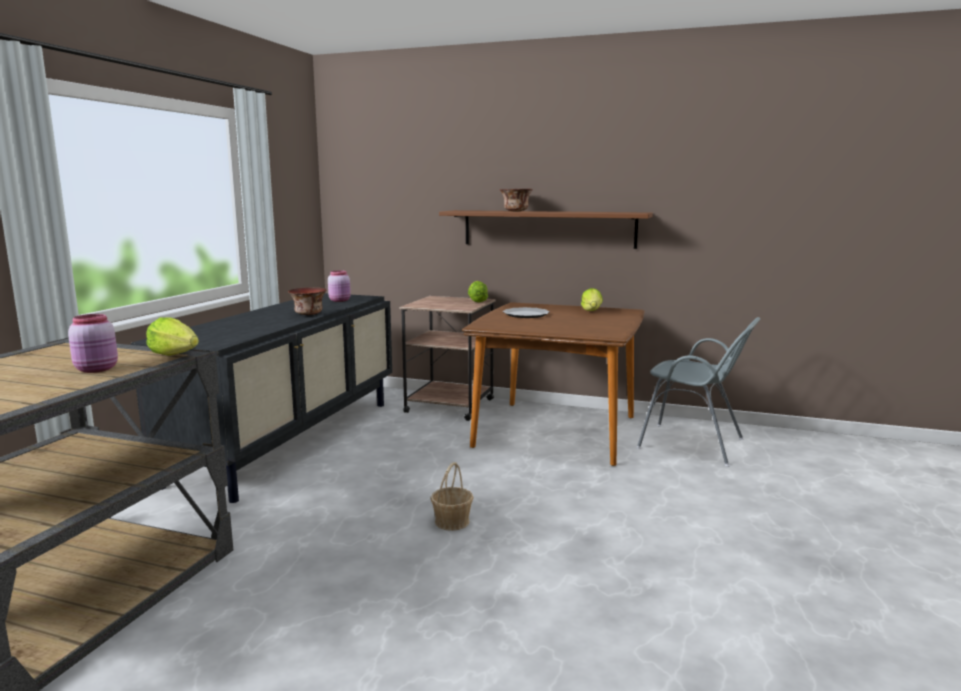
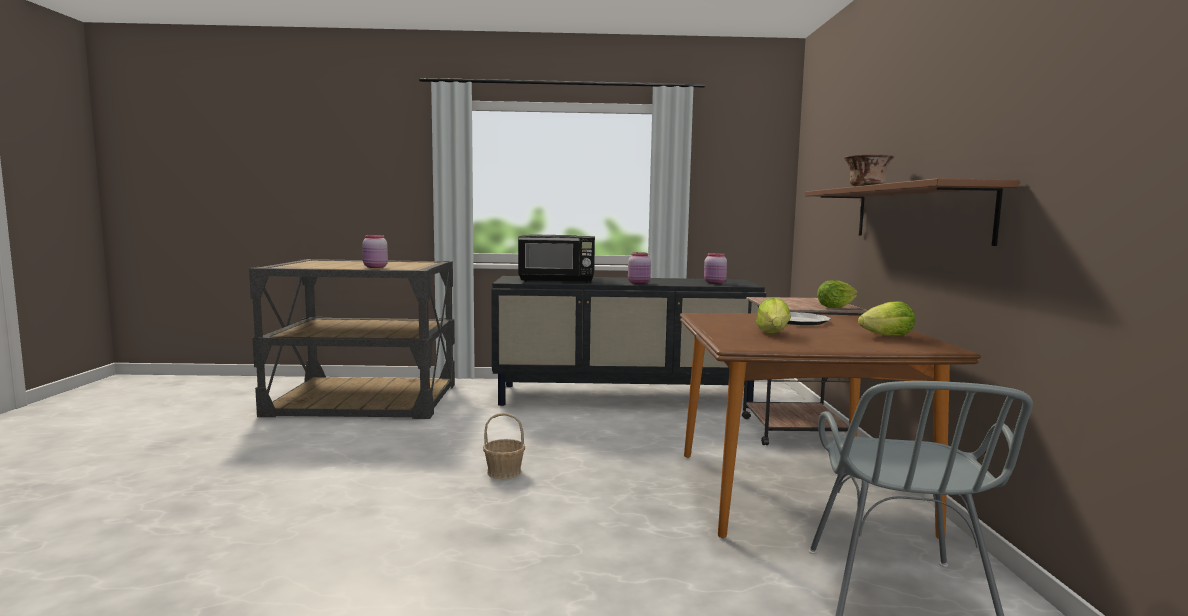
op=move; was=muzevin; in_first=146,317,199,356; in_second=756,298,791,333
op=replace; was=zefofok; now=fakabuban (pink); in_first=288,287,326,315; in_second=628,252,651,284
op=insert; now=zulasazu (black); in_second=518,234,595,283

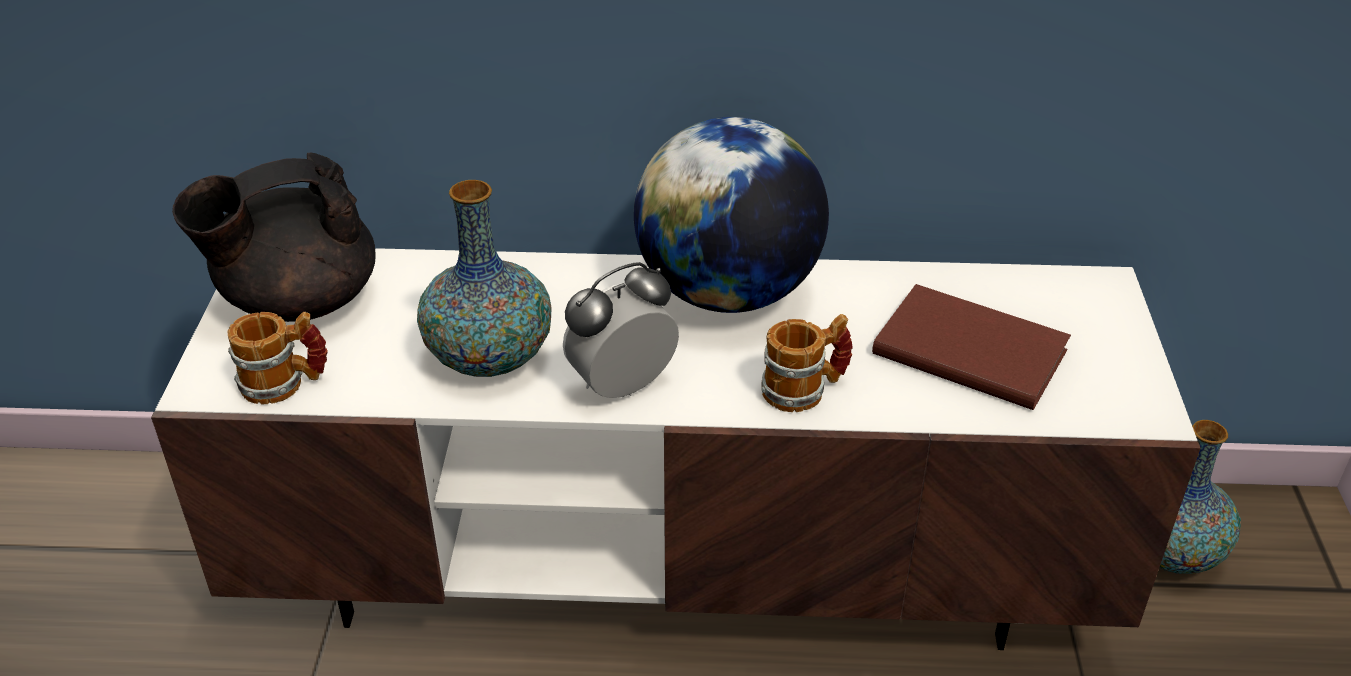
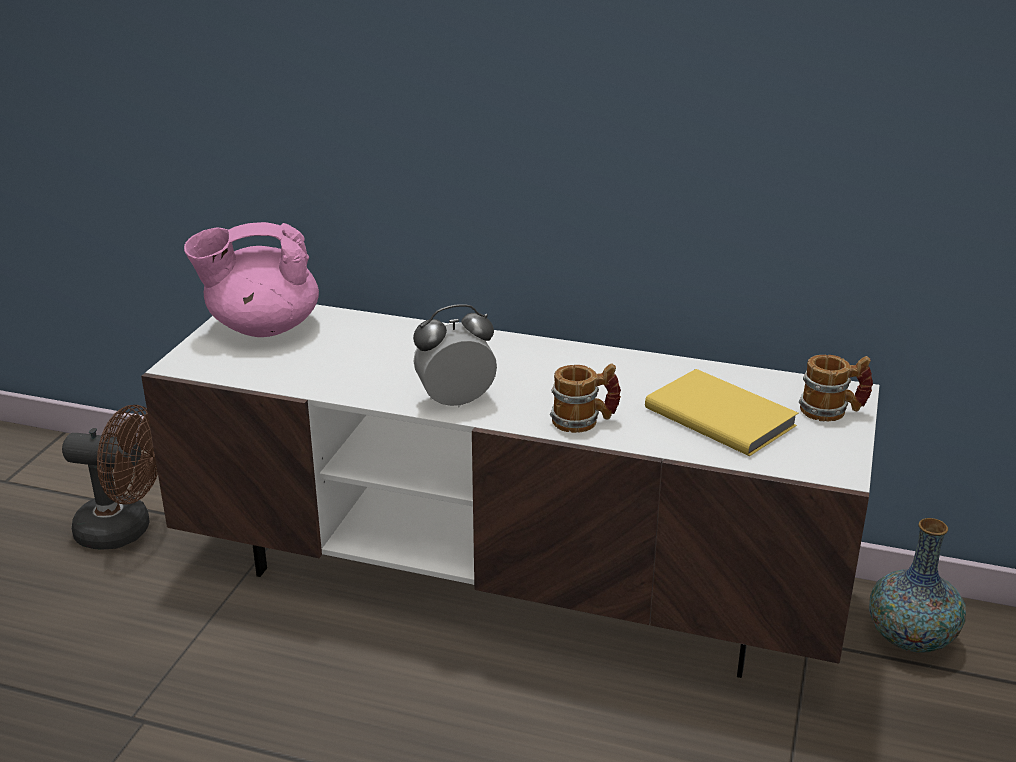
op=recolor; was=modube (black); now=modube (pink); in_first=172,152,376,322; in_second=184,222,319,337
op=move; was=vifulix; in_first=228,312,328,404; in_second=799,355,873,422
op=delete; was=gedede; in_first=417,180,552,377
op=delete; was=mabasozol; in_first=634,117,829,313
op=recolor; was=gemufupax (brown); now=gemufupax (yellow); in_first=872,284,1071,410; in_second=645,369,798,456
op=insert; now=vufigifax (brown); in_second=62,405,158,550

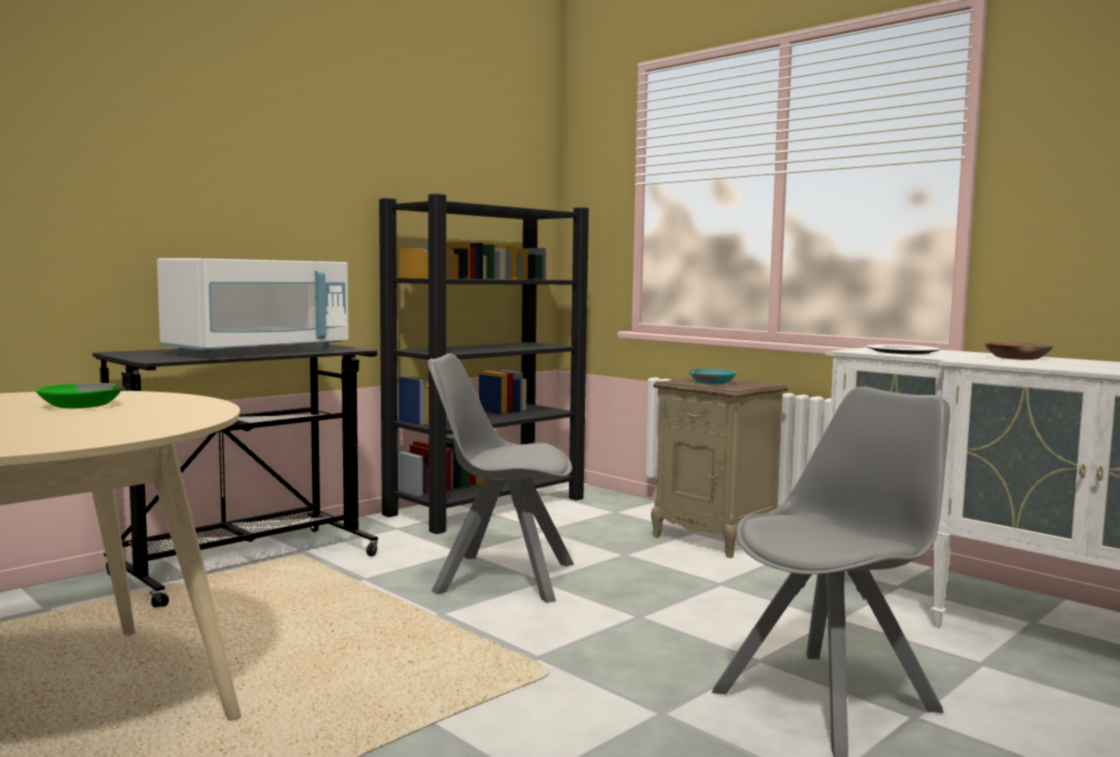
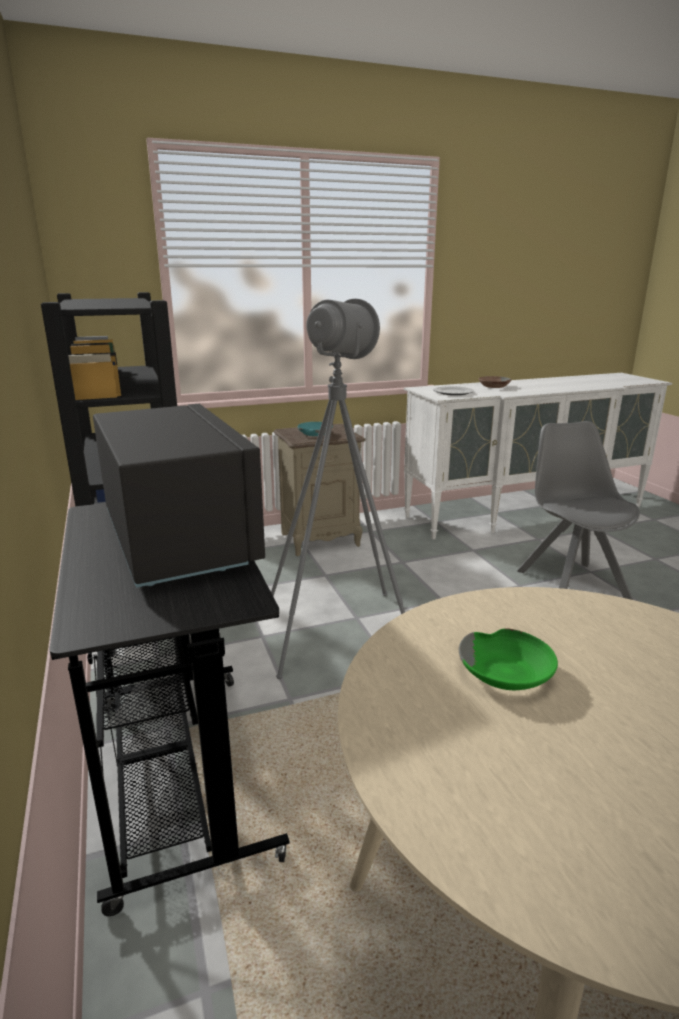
op=recolor; was=zulasazu (white); now=zulasazu (black); in_first=157,258,348,357; in_second=93,404,265,588
op=replace; was=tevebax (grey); now=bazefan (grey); in_first=427,354,574,603; in_second=271,299,405,679

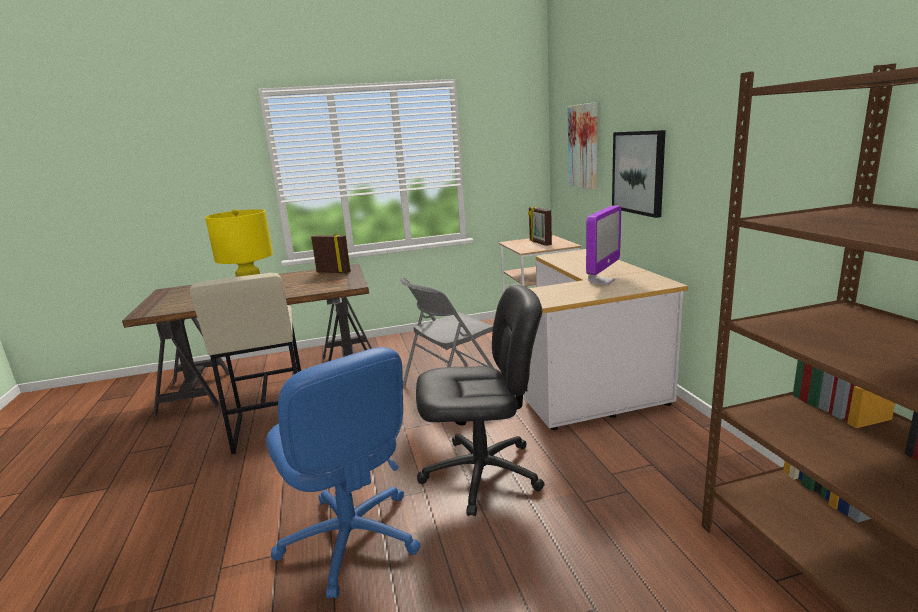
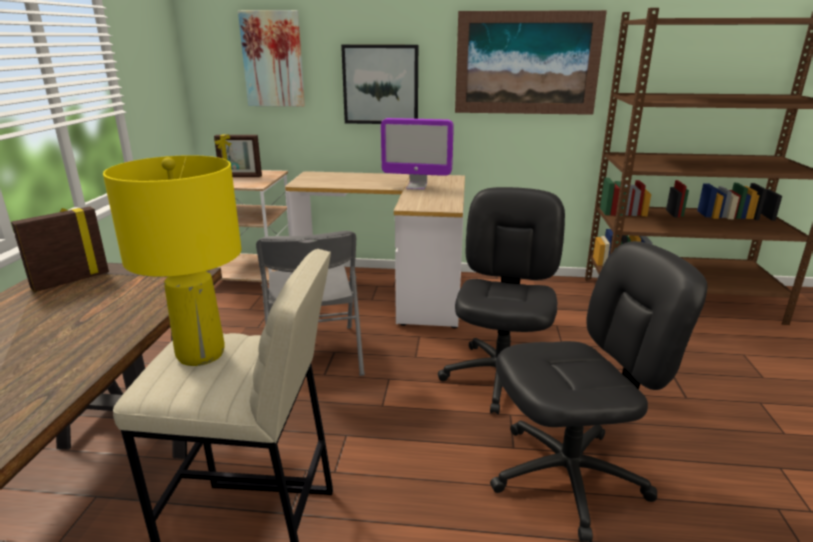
op=recolor; was=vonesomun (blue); now=vonesomun (black); in_first=266,347,421,599; in_second=490,241,707,542
op=rotate; was=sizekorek; in_first=586,206,621,285; in_second=381,118,454,190; clockwise=135
op=insert; now=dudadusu; in_second=455,10,607,115

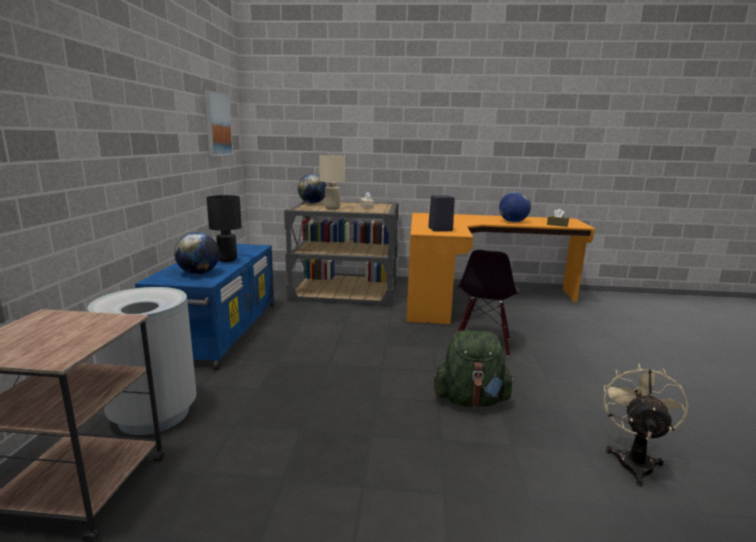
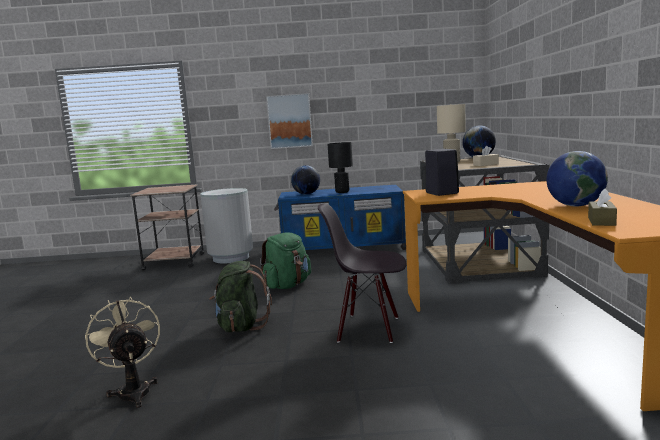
op=move; was=dudadusu; in_first=204,90,233,156; in_second=266,93,313,149
op=rotate; was=vufigifax (beige); in_first=604,363,688,486; in_second=85,297,160,408; clockwise=-135
op=insert; now=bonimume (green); in_second=260,232,311,289

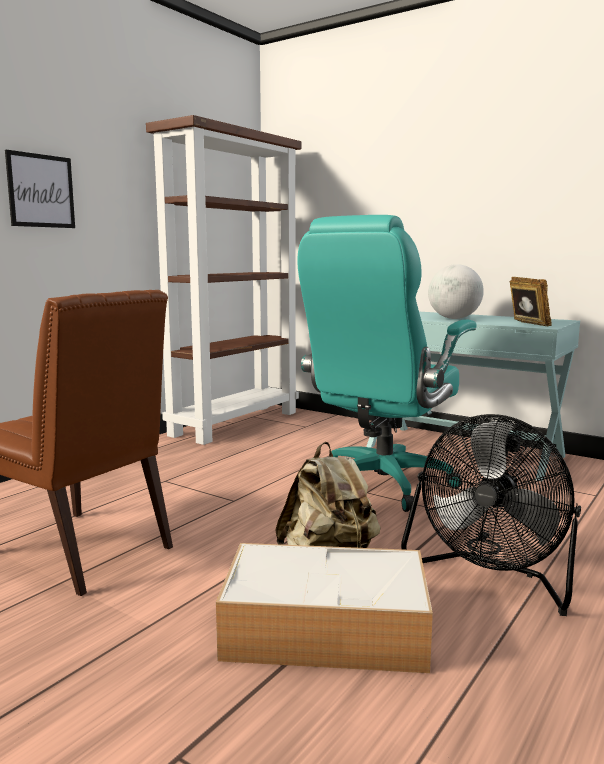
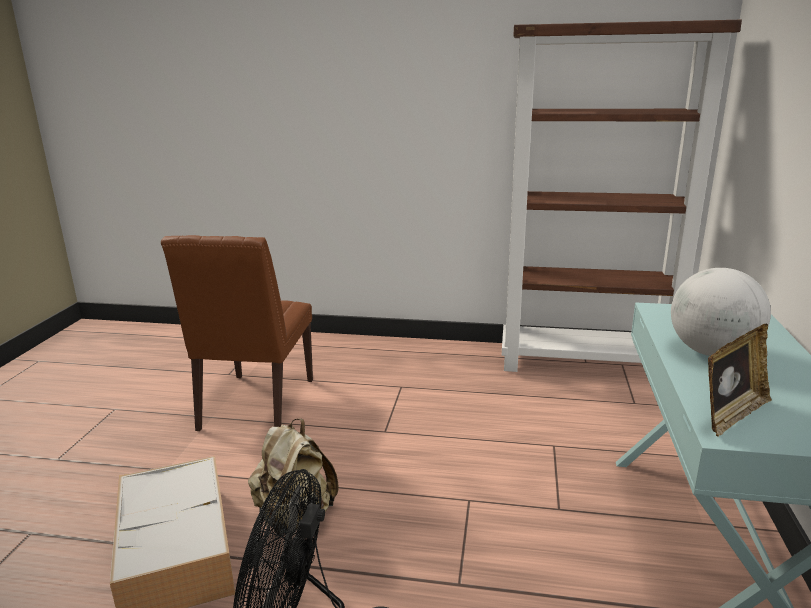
op=delete; was=dudadusu; in_first=5,150,75,228
op=delete; was=vonesomun (turquoise); in_first=298,215,477,512

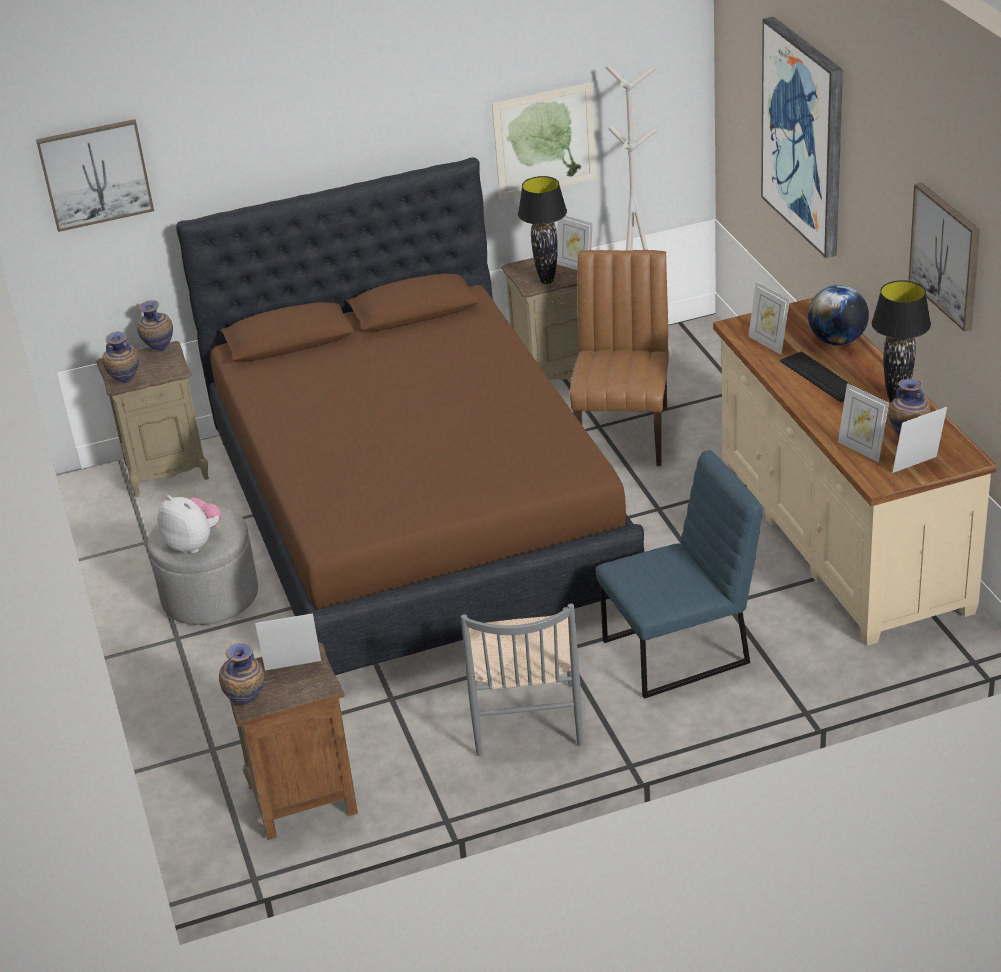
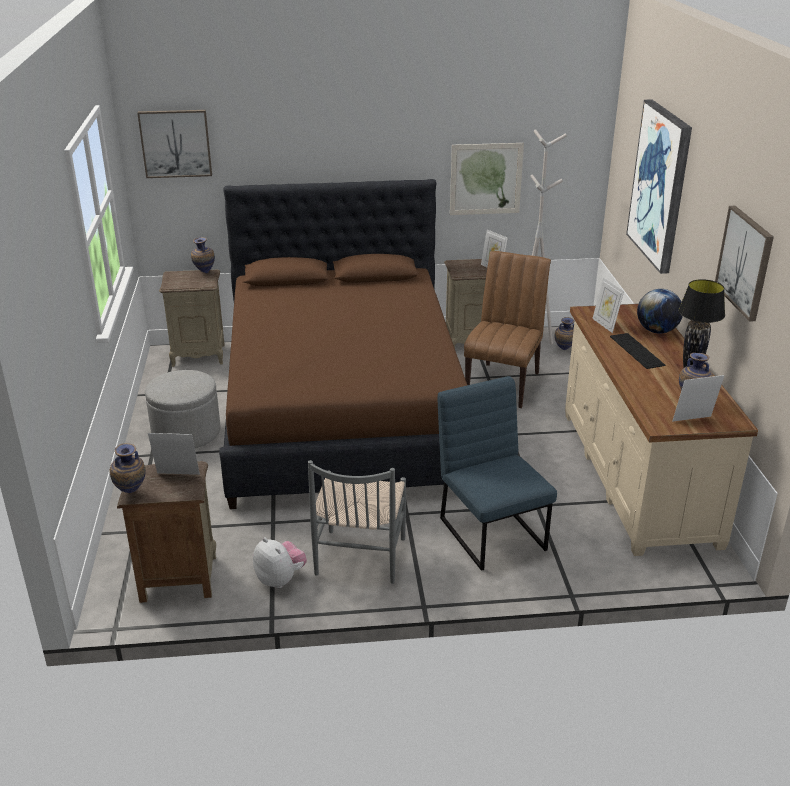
op=move; was=gedede; in_first=102,331,139,383; in_second=555,317,574,350
op=move; was=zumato; in_first=157,495,222,553; in_second=253,537,307,589
op=delete; was=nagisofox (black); in_first=518,176,567,284
op=rotate; was=tevebax (blue); in_first=596,450,762,699; in_second=438,376,557,571; clockwise=-105
op=delete; was=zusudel; in_first=838,383,889,462

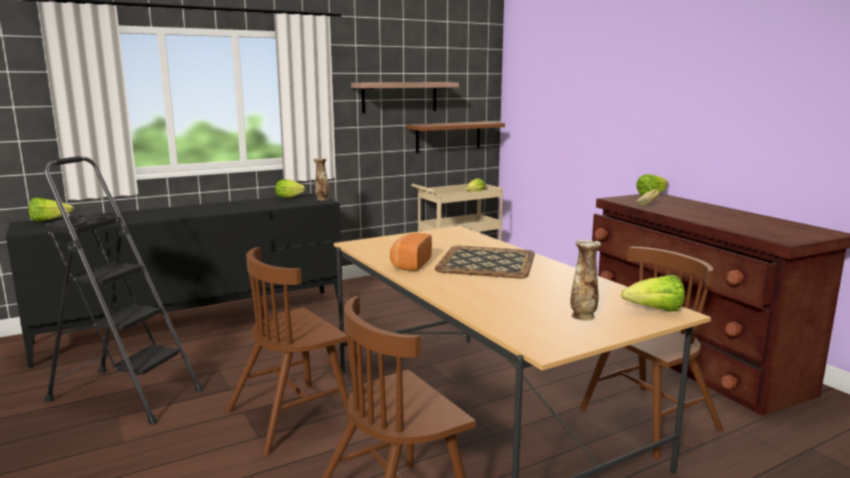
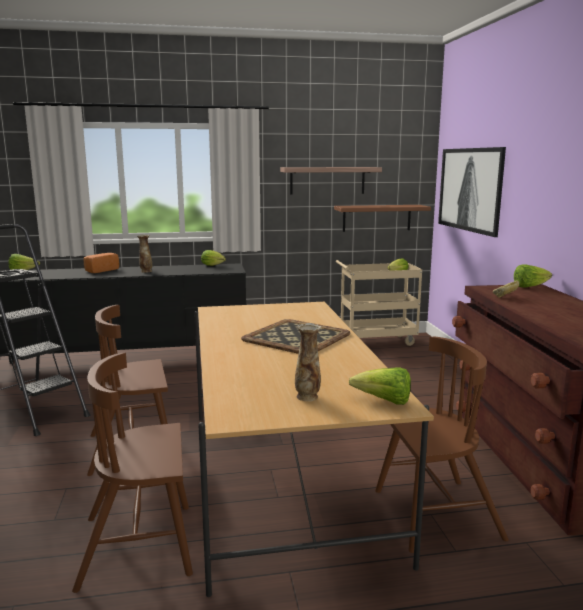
op=move; was=gedede; in_first=313,158,330,201; in_second=137,235,152,273
op=move; was=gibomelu; in_first=390,233,432,271; in_second=83,253,119,273
op=insert; now=dudadusu; in_second=438,147,506,237

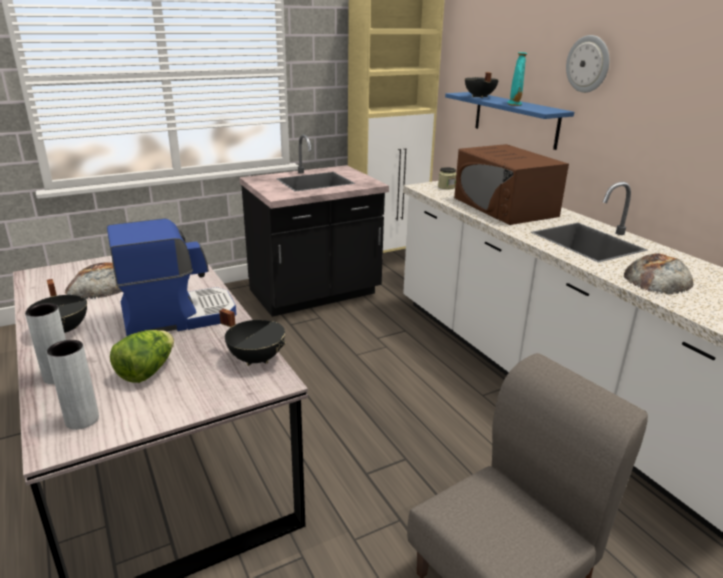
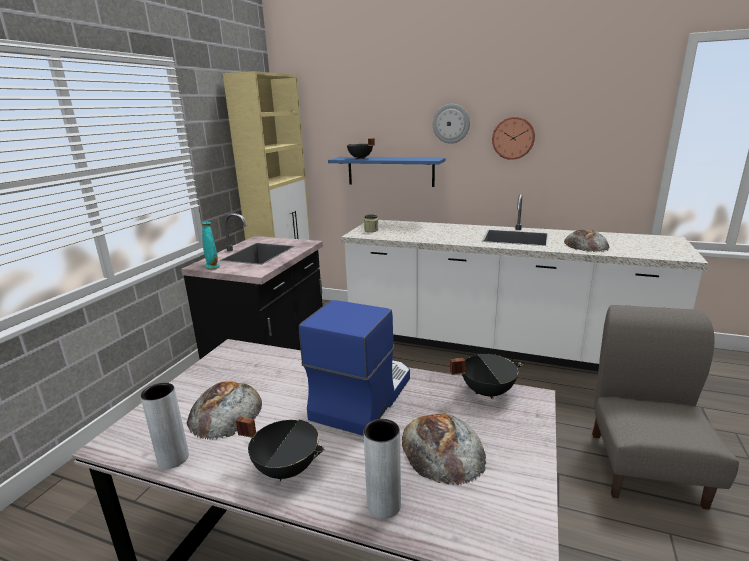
op=move; was=gedede (grey); in_first=47,340,99,430; in_second=140,383,189,469
op=replace; was=muzevin; now=gibomelu; in_first=110,330,174,383; in_second=402,413,486,485
op=delete; was=zulasazu (brown); in_first=454,144,569,225
op=move; was=gedede (turquoise); in_first=507,52,527,106; in_second=202,222,220,269
op=insert; now=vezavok; in_second=492,117,535,160

